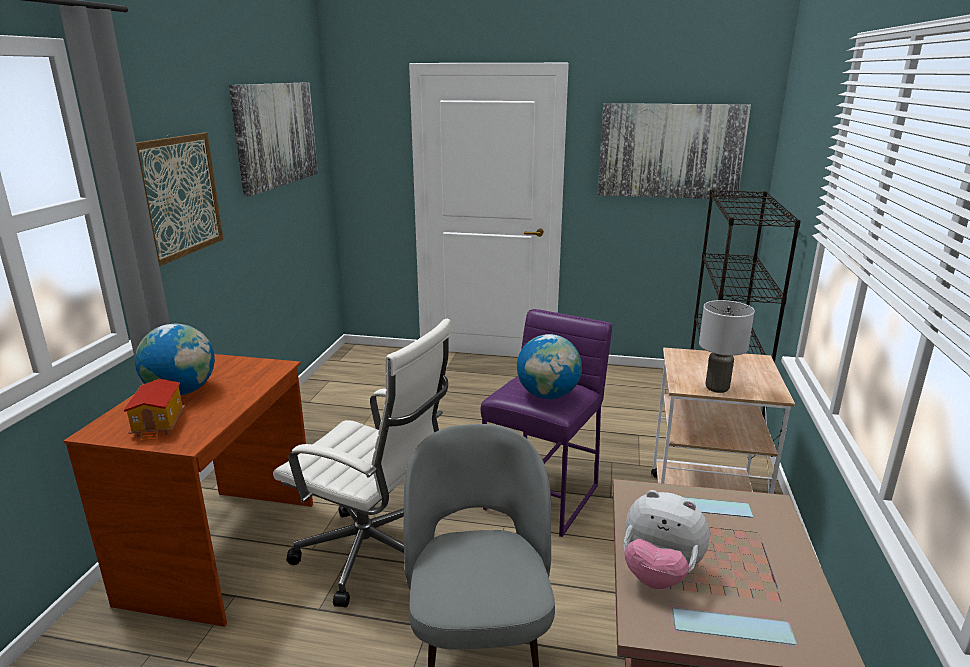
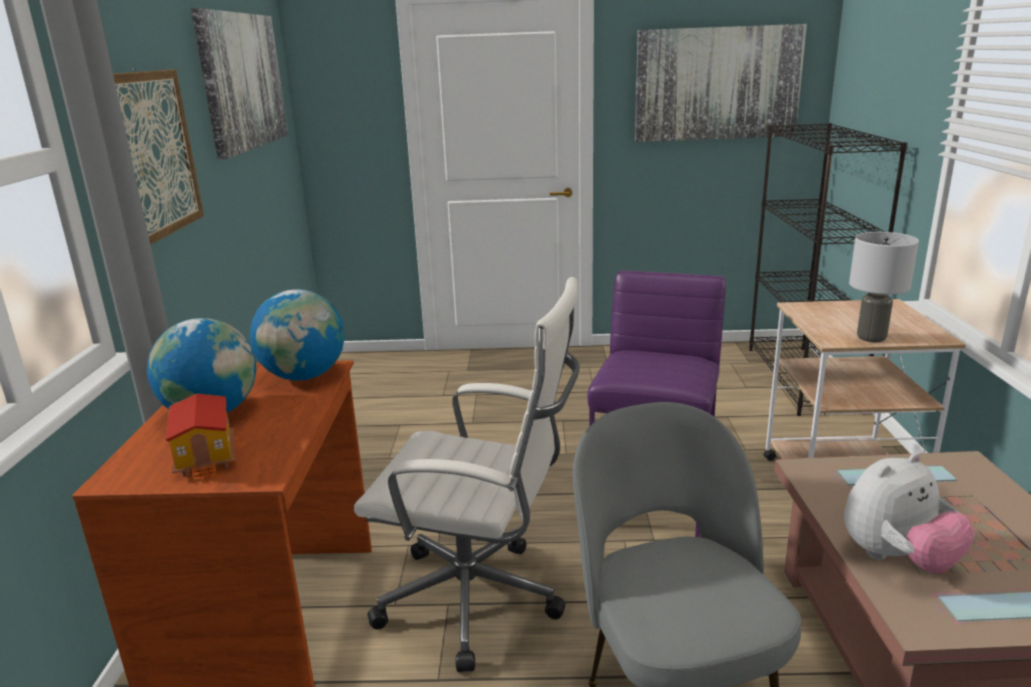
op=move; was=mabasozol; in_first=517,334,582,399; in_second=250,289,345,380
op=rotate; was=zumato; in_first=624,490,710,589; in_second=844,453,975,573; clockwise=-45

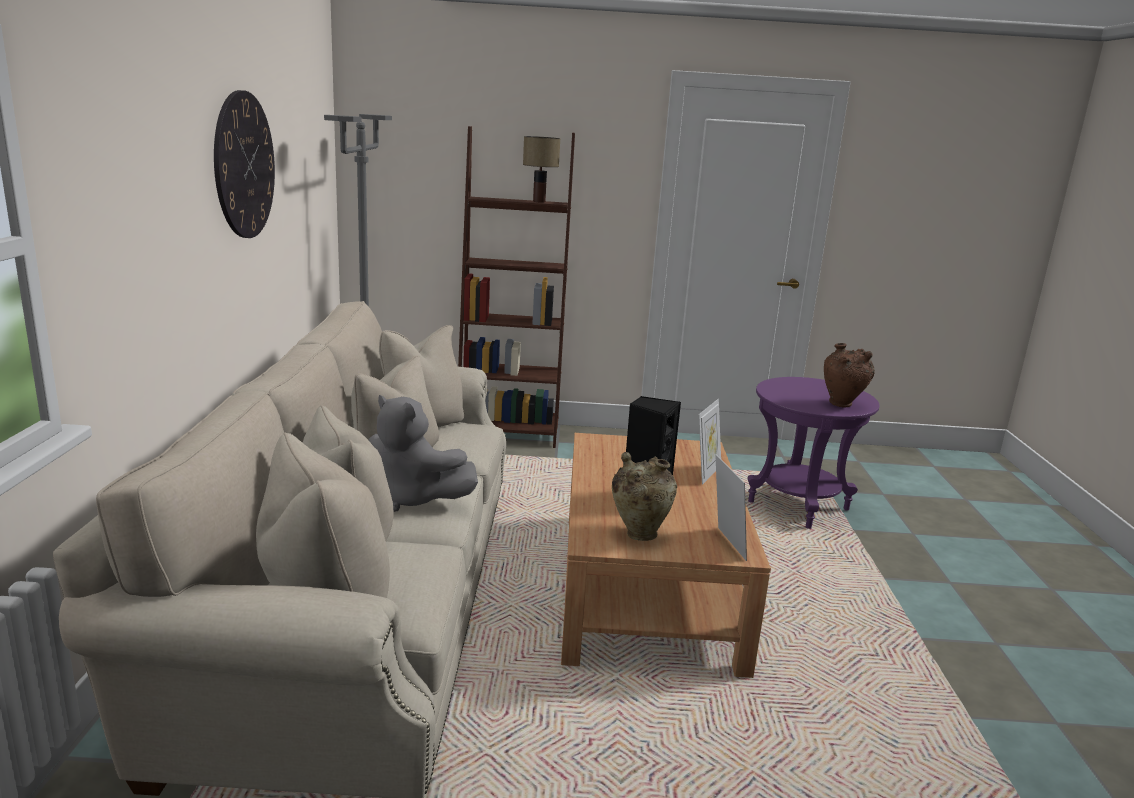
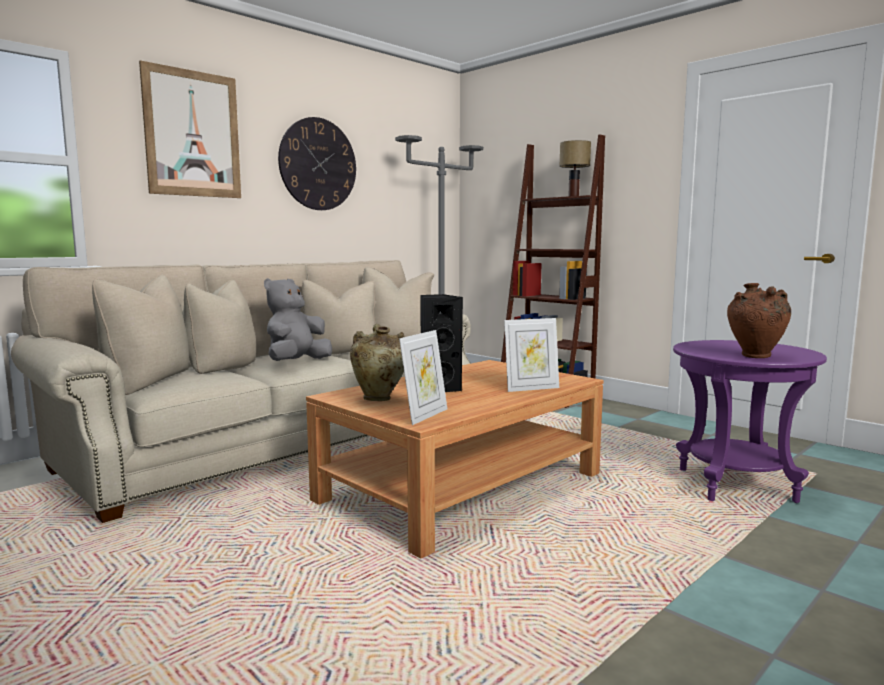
op=rotate; was=zumato (grey); in_first=369,395,478,512; in_second=264,278,332,361; clockwise=45
op=insert; now=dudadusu; in_second=139,60,241,198

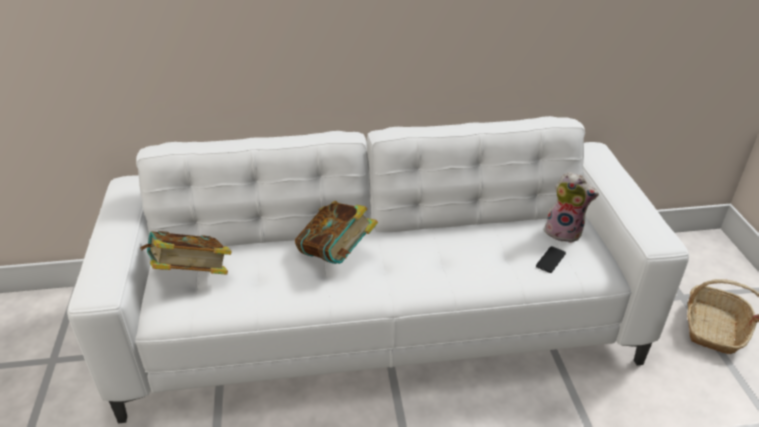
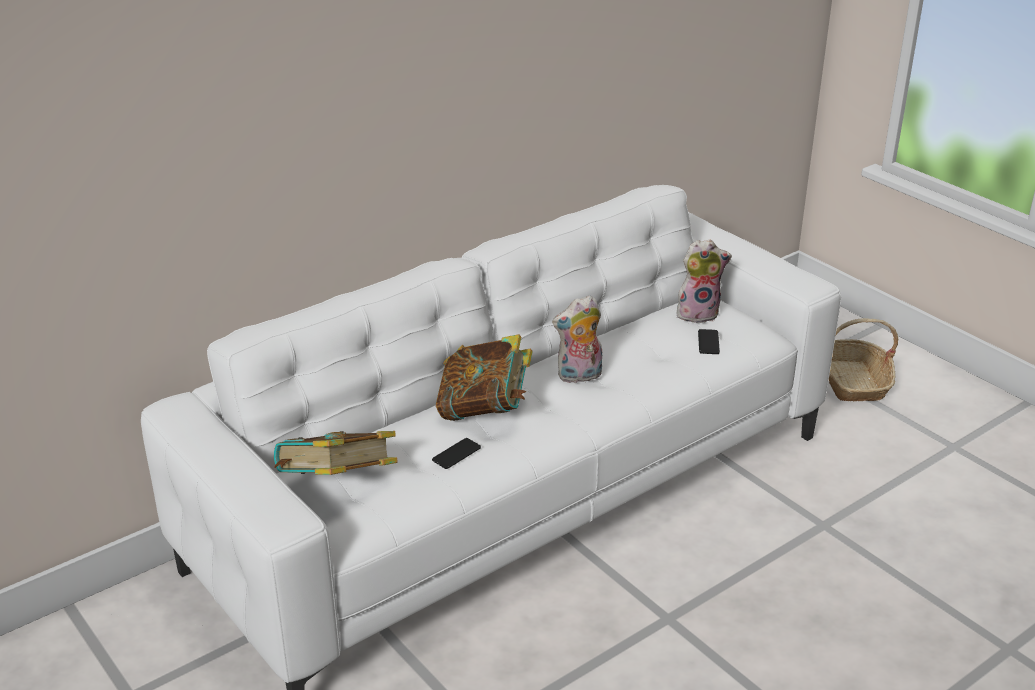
op=insert; now=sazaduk; in_second=432,438,481,469
op=insert; now=zumato; in_second=552,295,602,384

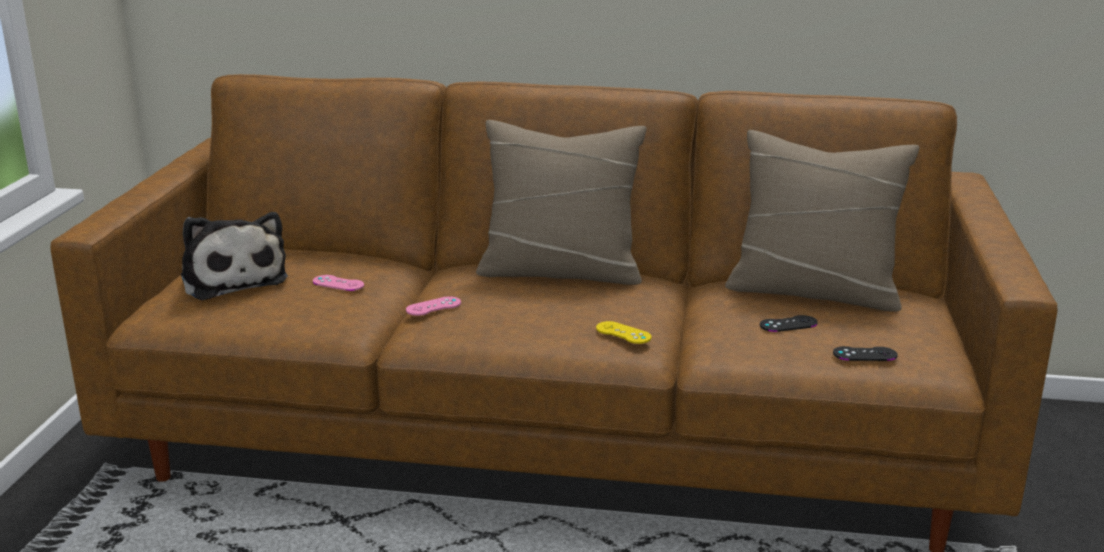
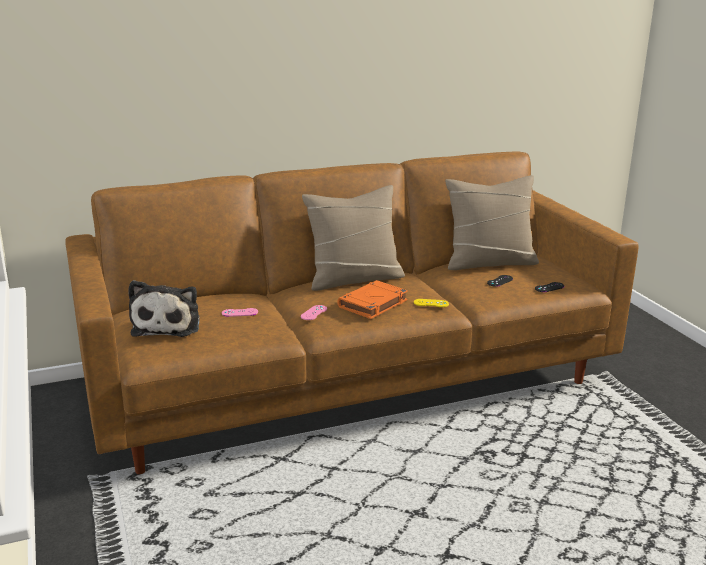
op=rotate; was=zumato; in_first=181,212,288,301; in_second=128,280,200,337; clockwise=60
op=insert; now=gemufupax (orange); in_second=337,280,408,319

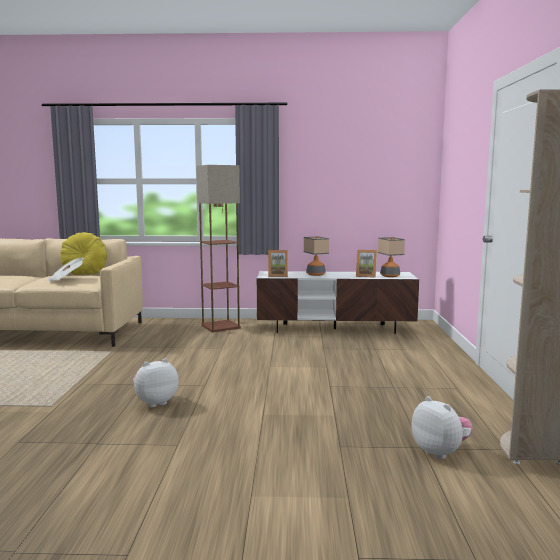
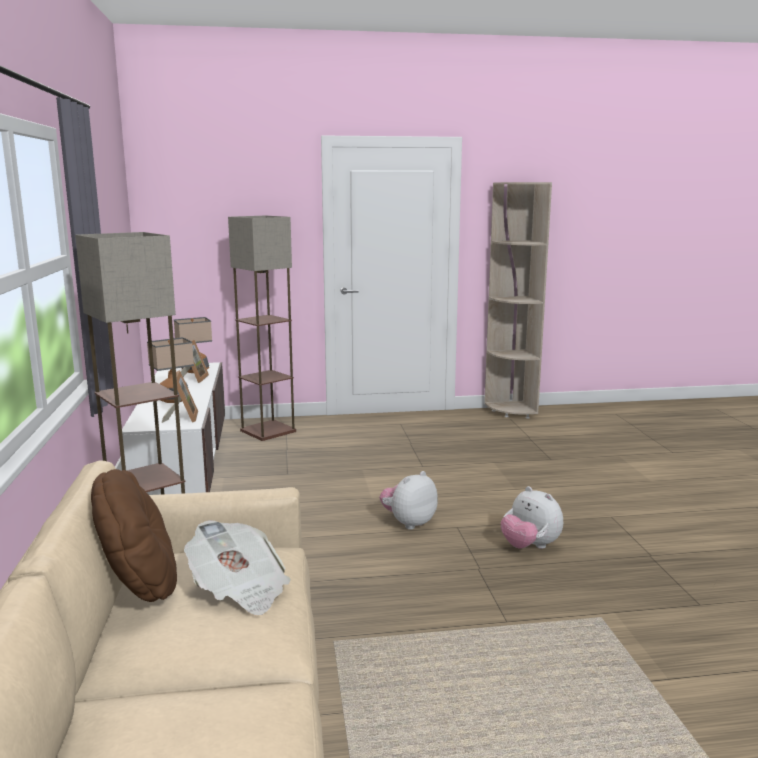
op=recolor; was=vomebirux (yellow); now=vomebirux (brown); in_first=60,232,107,275; in_second=91,469,177,602
op=move; was=zumato; in_first=411,396,473,459; in_second=380,471,438,530
op=insert; now=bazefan; in_second=228,216,296,441

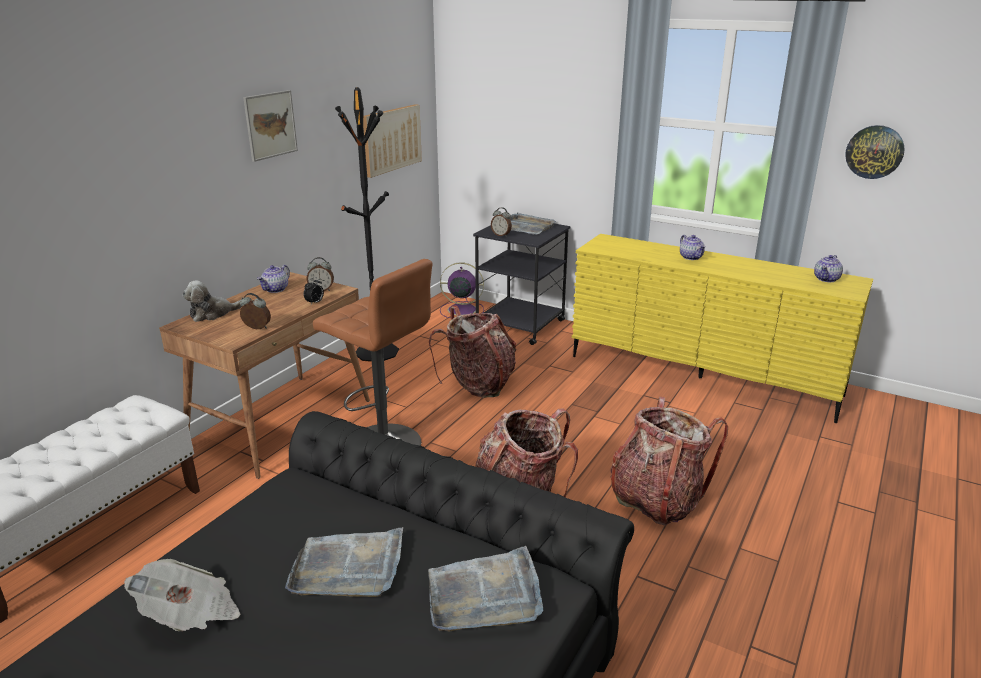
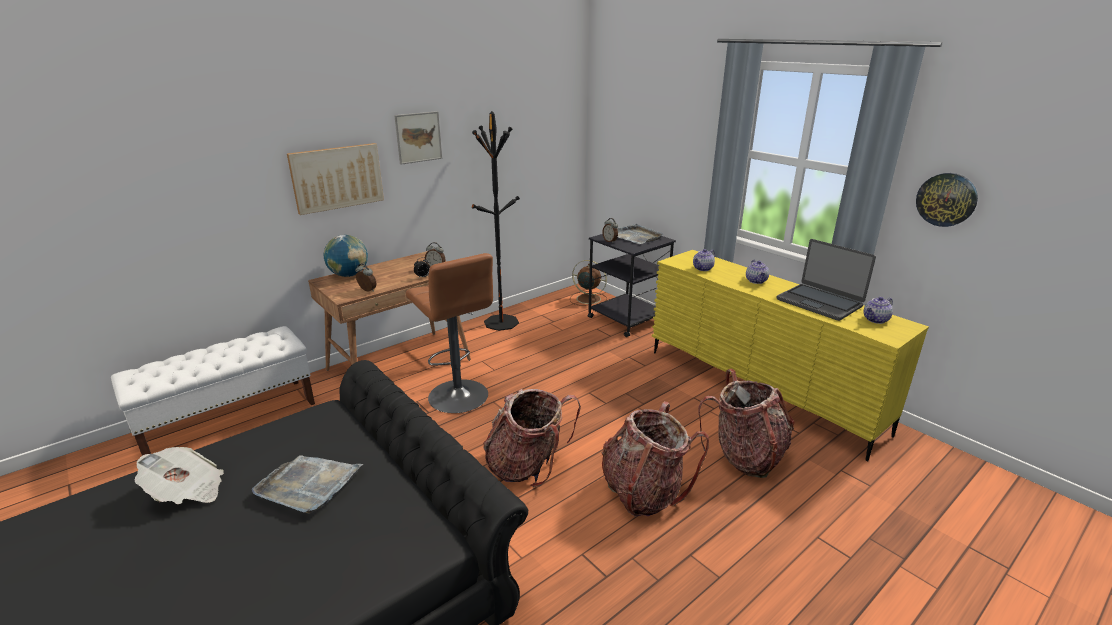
op=replace; was=zumato; now=mabasozol; in_first=182,280,242,322; in_second=323,235,368,277
op=move; was=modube; in_first=257,265,290,293; in_second=693,249,715,271
op=move; was=dudadusu; in_first=363,104,422,178; in_second=287,143,384,215
op=delete; was=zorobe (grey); in_first=428,546,543,631
op=move; was=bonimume; in_first=429,305,517,398; in_second=698,369,795,478
op=recolor; was=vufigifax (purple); now=vufigifax (brown); in_first=440,262,484,318; in_second=570,260,607,306
op=insert; now=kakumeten; in_second=777,239,876,321

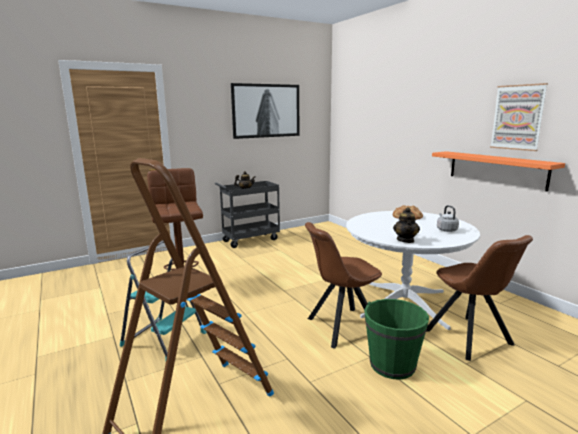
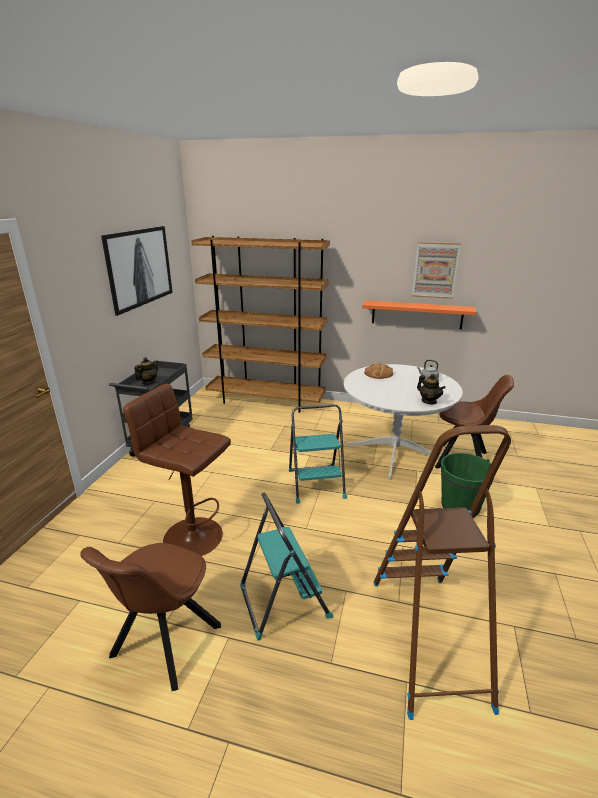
op=move; was=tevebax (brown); in_first=305,222,382,349; in_second=80,543,221,691
op=insert; now=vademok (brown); in_second=191,236,330,413
op=insert; now=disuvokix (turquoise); in_second=289,404,347,504

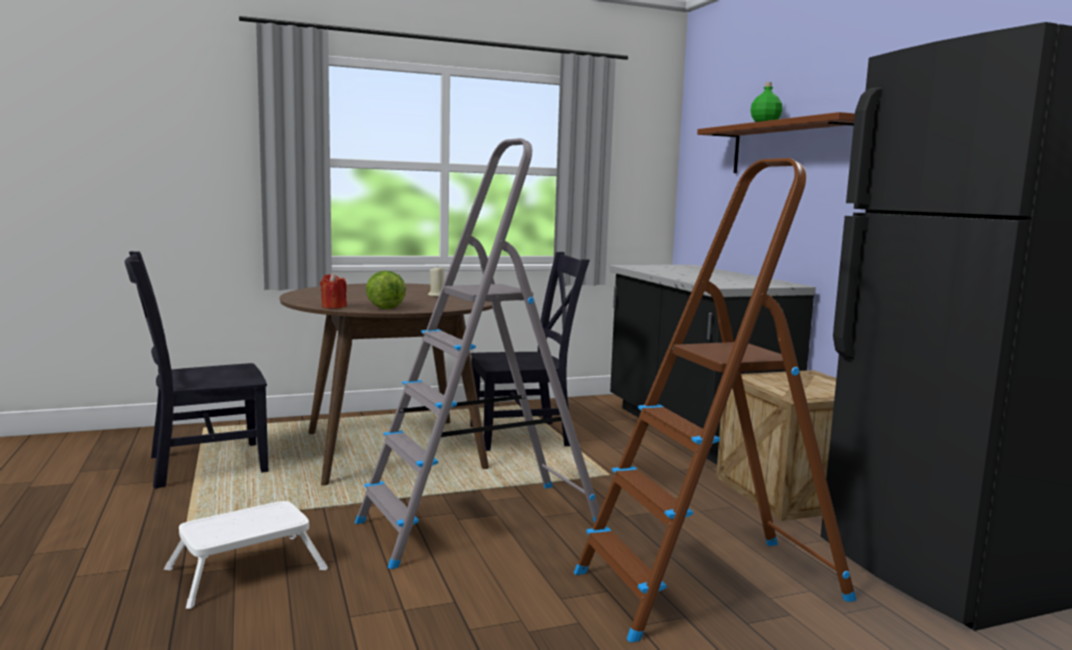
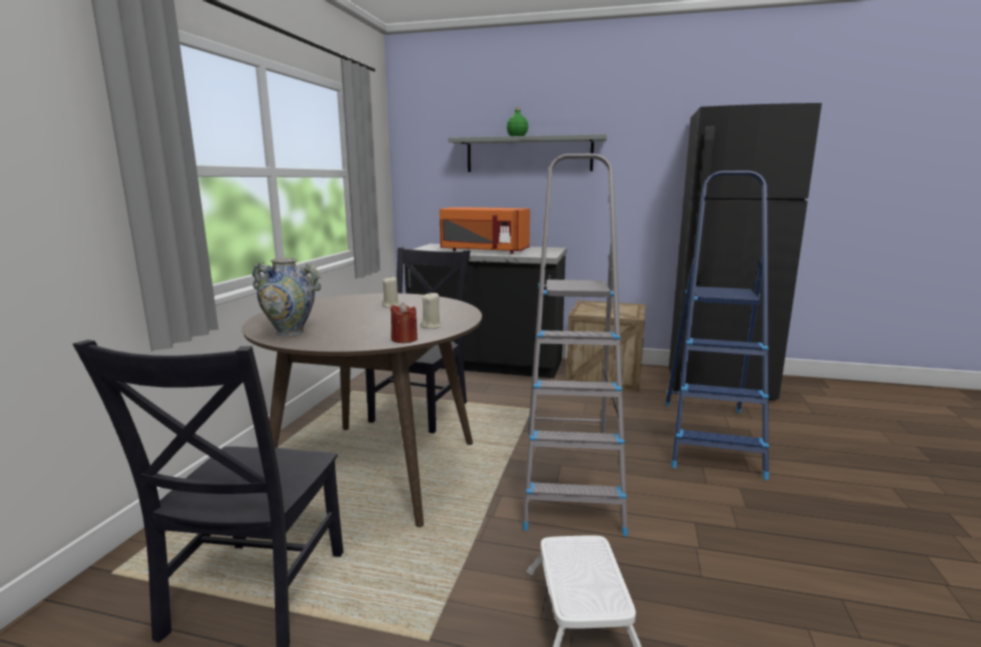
op=replace; was=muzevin; now=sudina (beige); in_first=366,271,406,309; in_second=421,292,442,329
op=recolor; was=disuvokix (brown); now=disuvokix (blue); in_first=574,158,856,642; in_second=665,171,769,480
op=recolor; was=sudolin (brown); now=sudolin (grey); in_first=697,112,855,173; in_second=448,134,607,172
op=insert; now=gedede; in_second=252,258,321,336
op=insert; now=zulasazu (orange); in_second=439,207,530,254

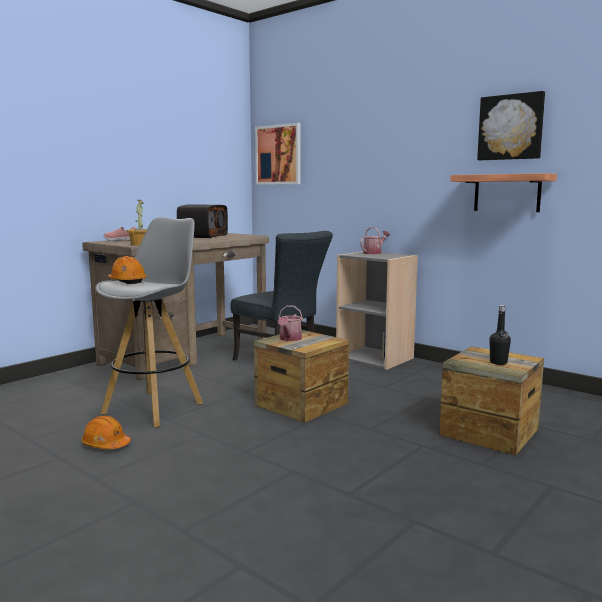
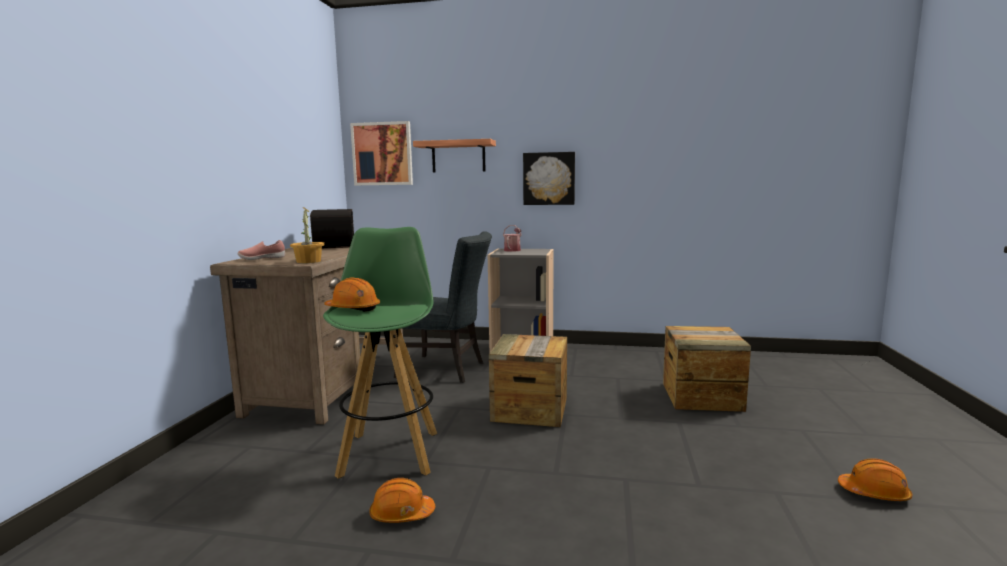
op=recolor; was=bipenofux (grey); now=bipenofux (green); in_first=96,217,203,427; in_second=323,227,437,479
op=delete; was=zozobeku; in_first=278,305,303,341
op=move; was=sudolin; in_first=450,173,557,212; in_second=413,139,496,172
op=move; was=dudadusu; in_first=477,91,545,160; in_second=523,152,575,205
op=delete; was=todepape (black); in_first=489,305,511,365
op=insert; now=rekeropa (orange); in_second=838,458,912,501

